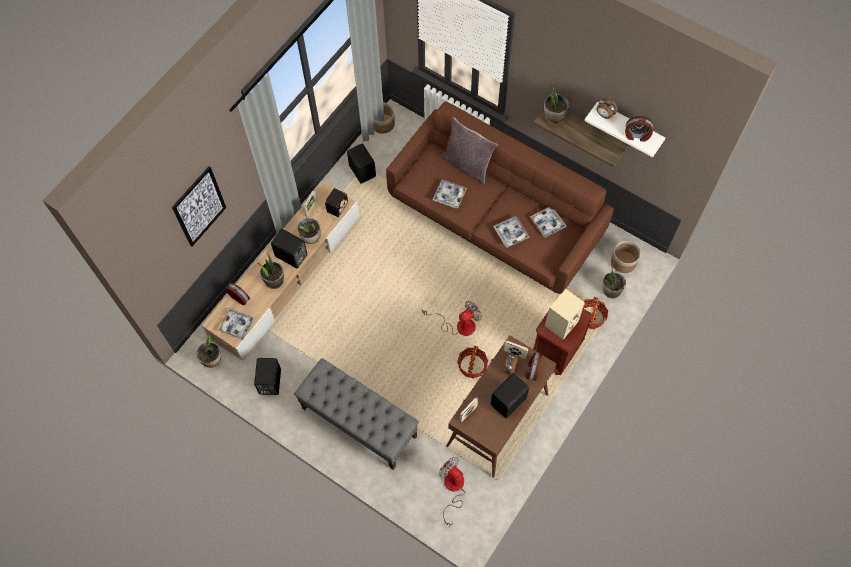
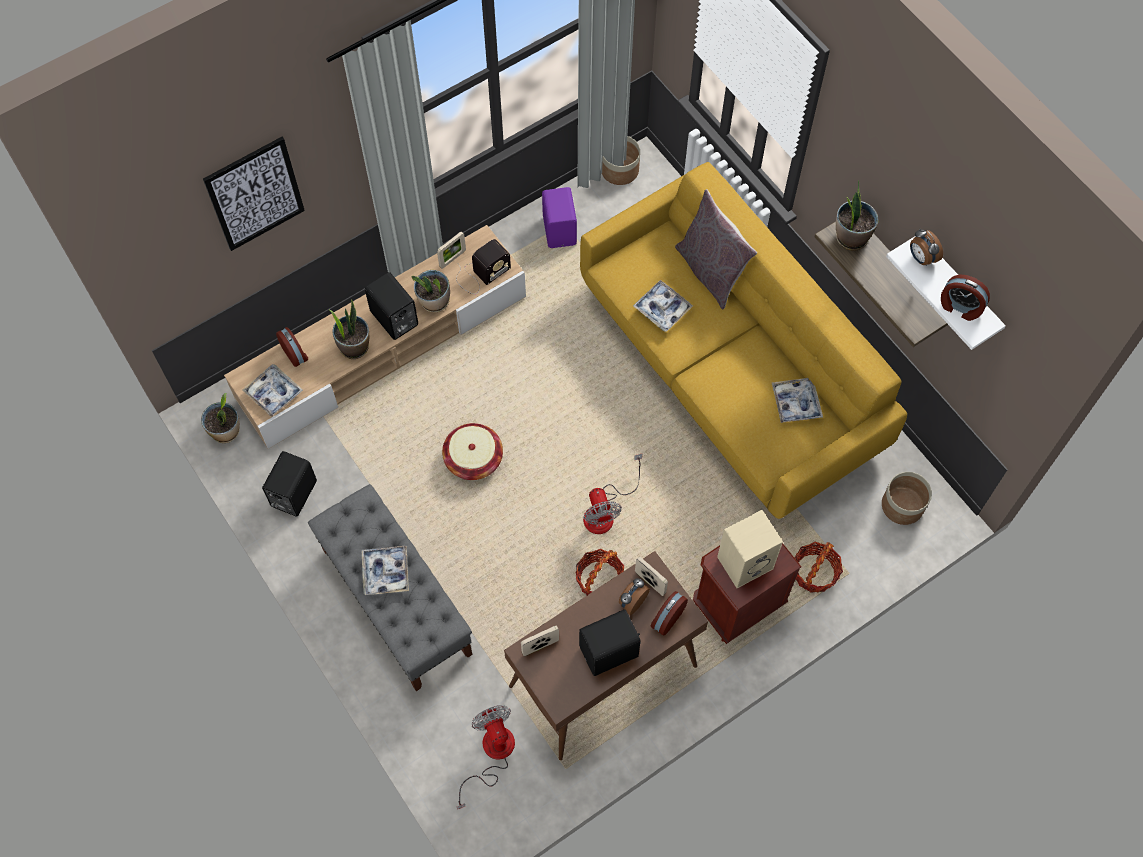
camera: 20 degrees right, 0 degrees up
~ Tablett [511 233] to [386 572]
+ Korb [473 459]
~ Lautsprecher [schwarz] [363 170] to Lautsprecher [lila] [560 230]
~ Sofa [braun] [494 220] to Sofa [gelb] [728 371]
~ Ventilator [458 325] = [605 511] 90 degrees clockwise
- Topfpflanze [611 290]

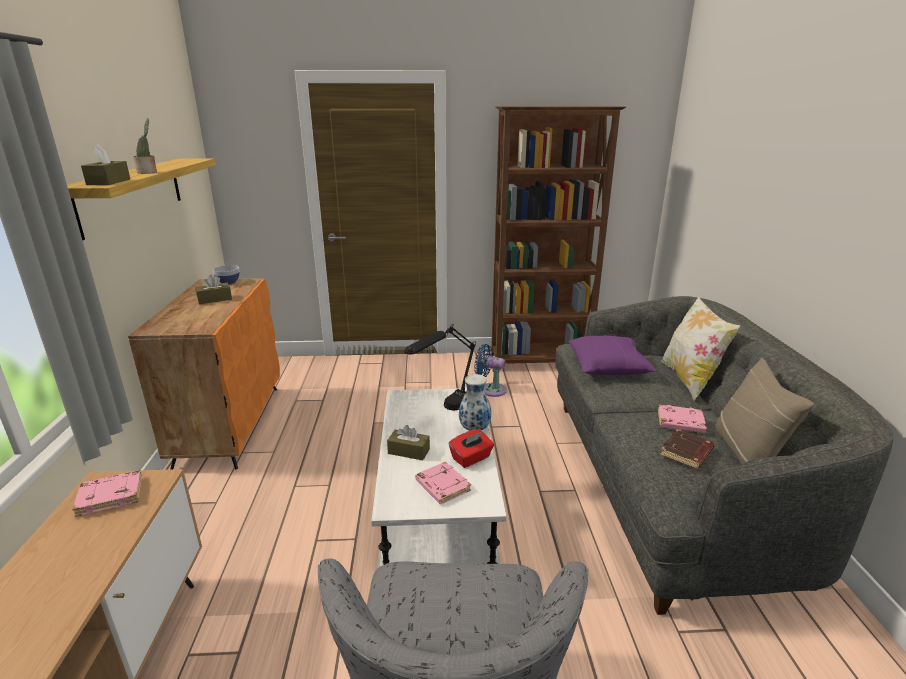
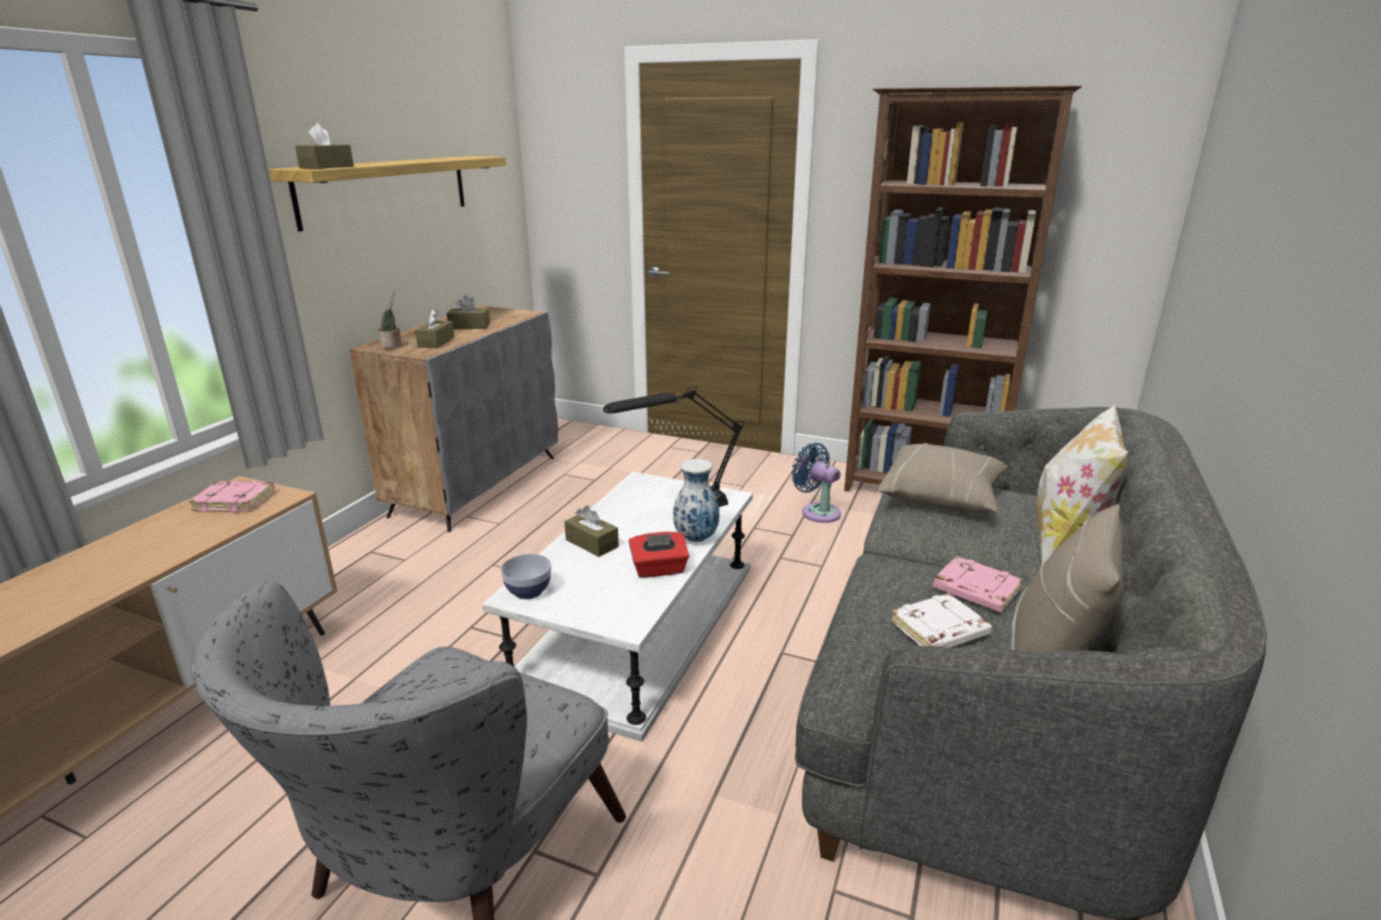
camera: 25 degrees right, 0 degrees up
~ Schrank [orange] [230 424] to Schrank [grau] [477 485]
~ Topfpflanze [148 172] to [392 346]
+ Taschentuchbox [braun] [436 342]
~ Schüssel [228 282] to [528 591]
~ Kissen [lila] [608 367] to Kissen [beige] [941 496]
~ Buch [braun] [687 453] to Buch [weiß] [939 630]
- Buch [rosa] [441 486]

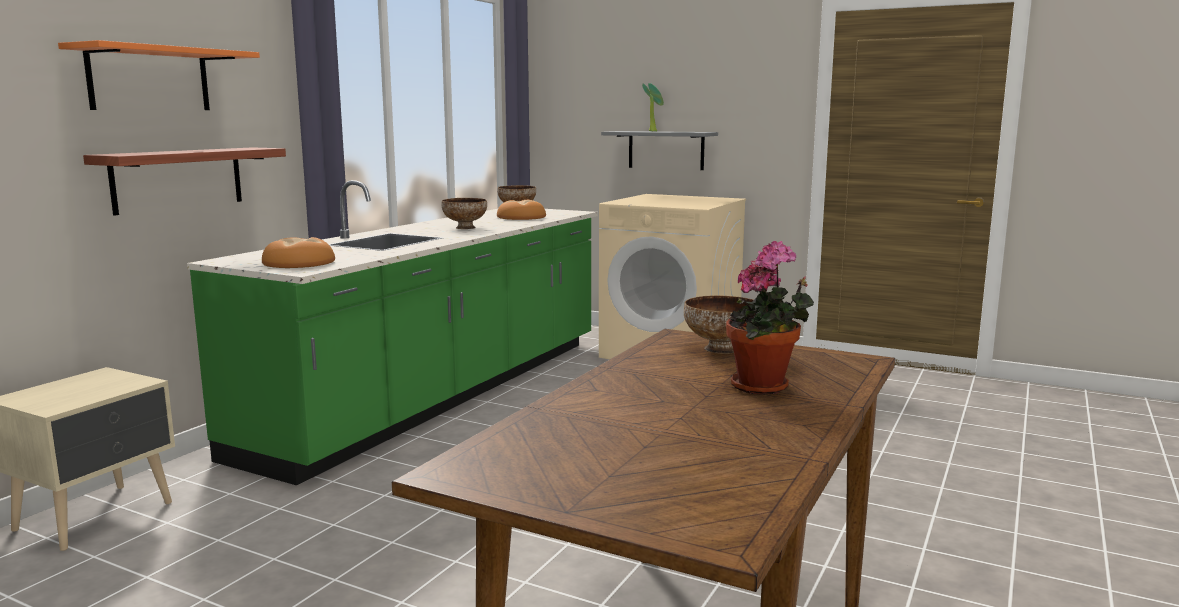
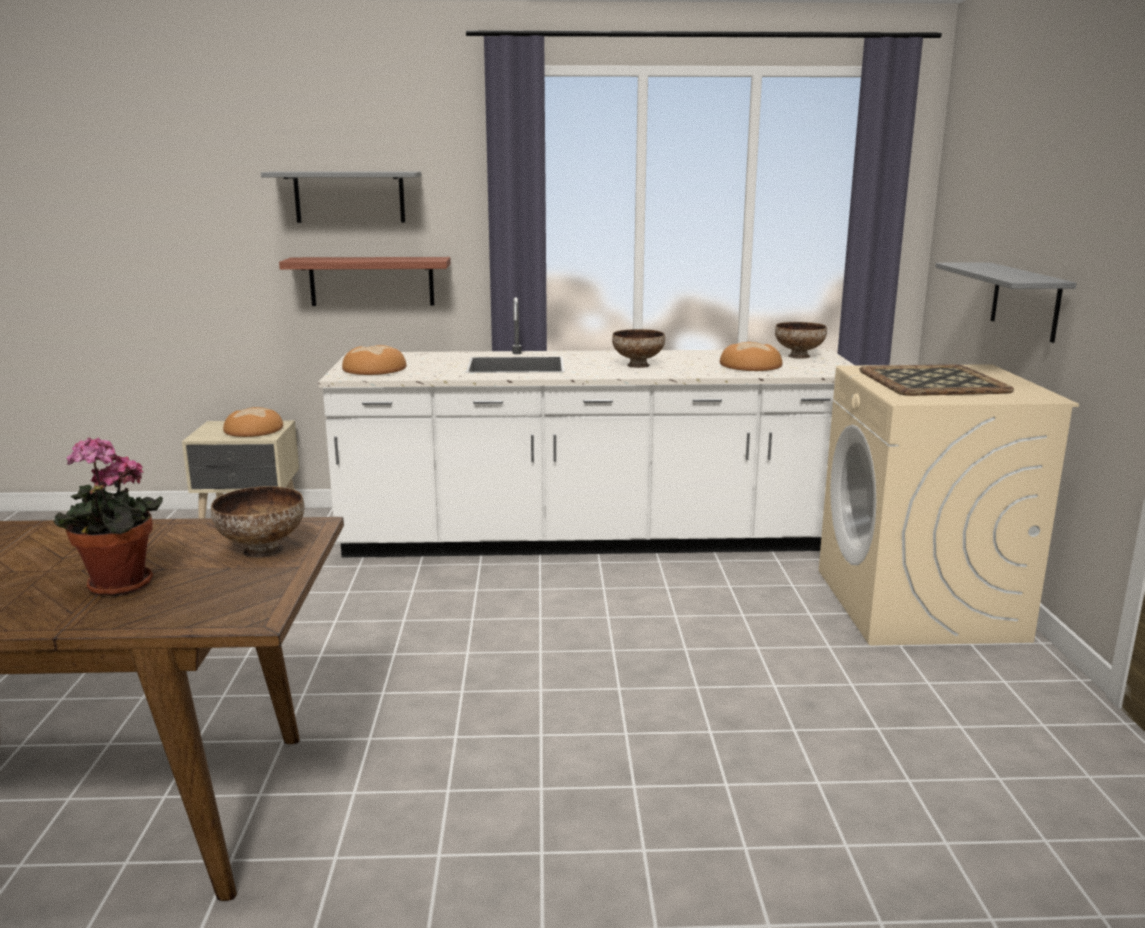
camera: 60 degrees right, 5 degrees up
+ Brot [253 430]
~ Wandregal [orange] [149 79] to Wandregal [grau] [349 197]
~ Küchenzeile [grün] [440 393] to Küchenzeile [weiß] [593 538]
+ Tablett [934 382]
- Topfpflanze [653 131]

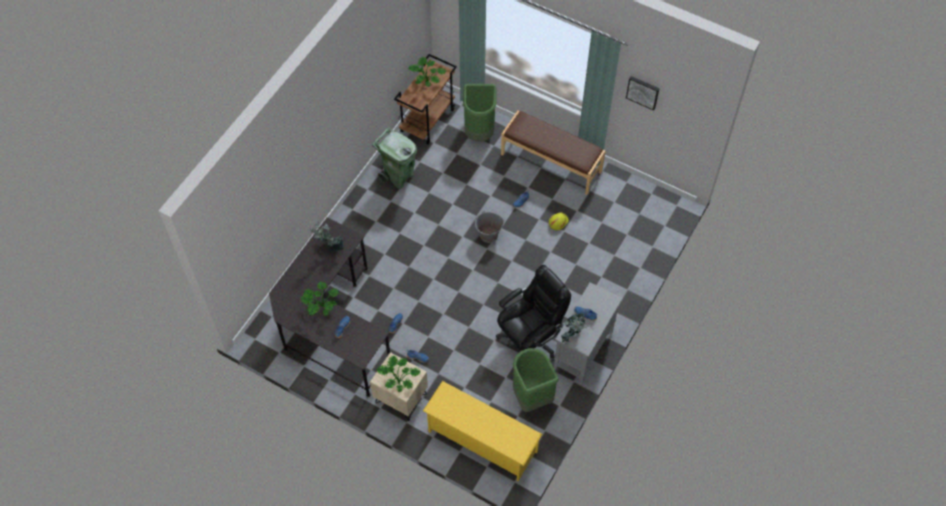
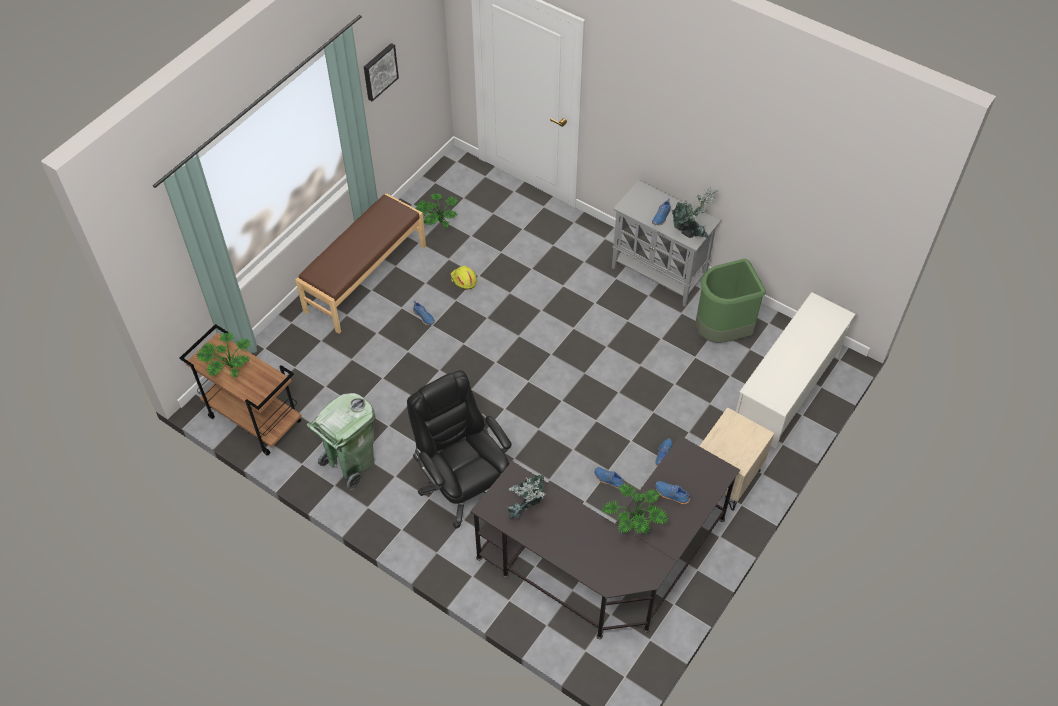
camera: 85 degrees left, 5 degrees down
~ Bürostuhl [schwarz] [530 338] to [463 485]
~ Topfpflanze [399 380] to [437 222]
~ Schuhregal [gelb] [481 441] to Schuhregal [weiß] [787 390]
- Mülleimer [grün] [479 132]
- Eimer [grau] [488 235]

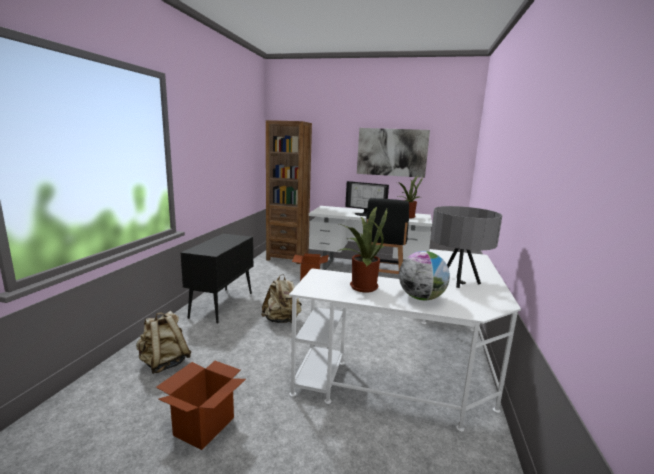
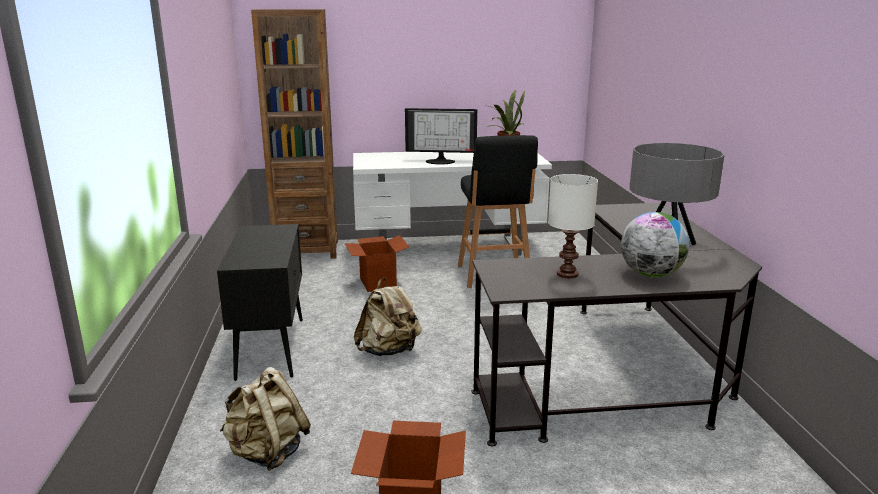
camera: 20 degrees left, 5 degrees up
~ Schreibtisch [weiß] [417 371] to Schreibtisch [schwarz] [620 376]
~ Topfpflanze [361 286] to Tischlampe [weiß] [567 274]
- Bild [392 152]

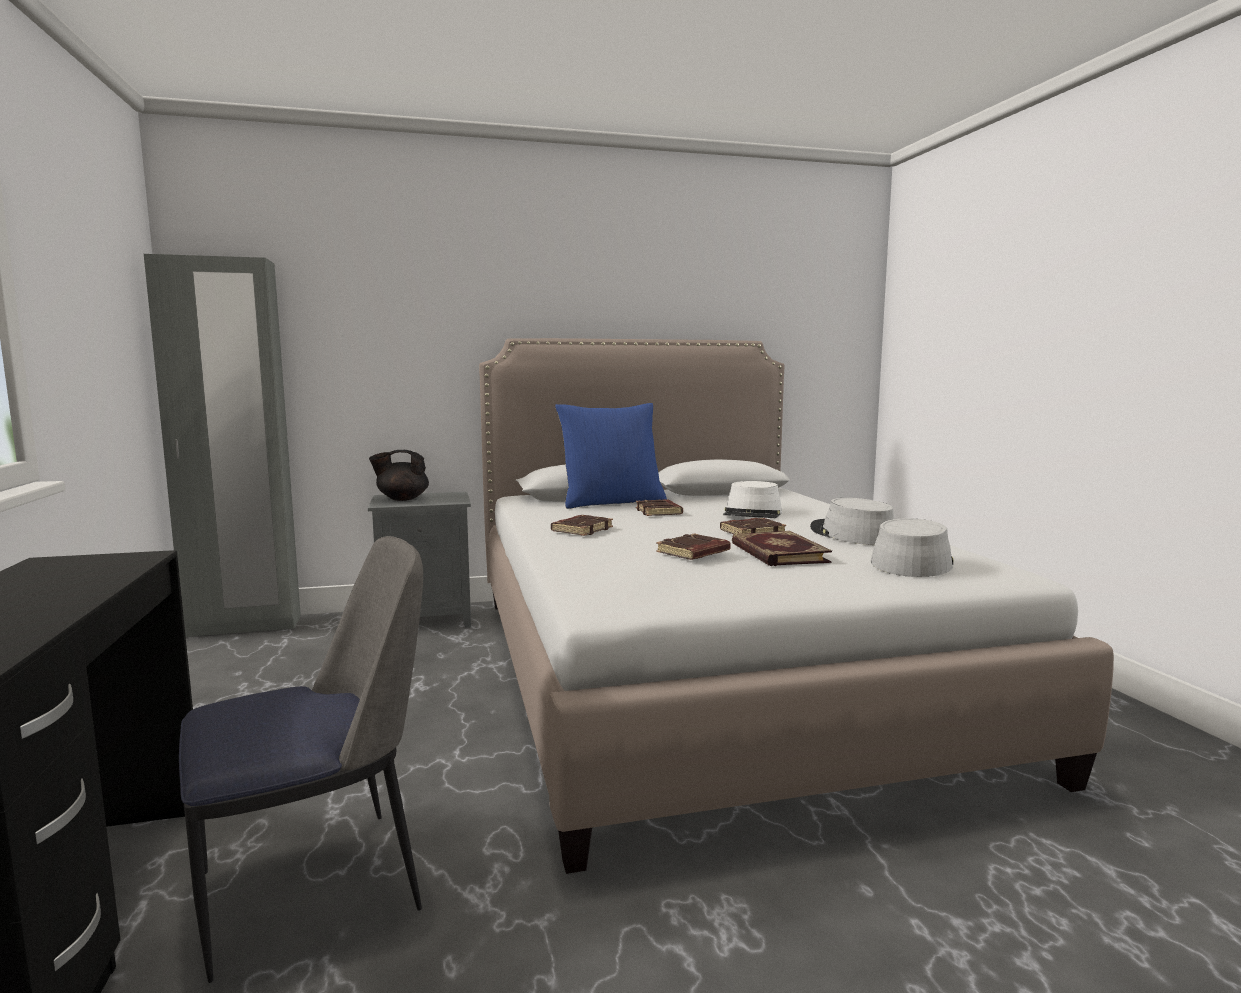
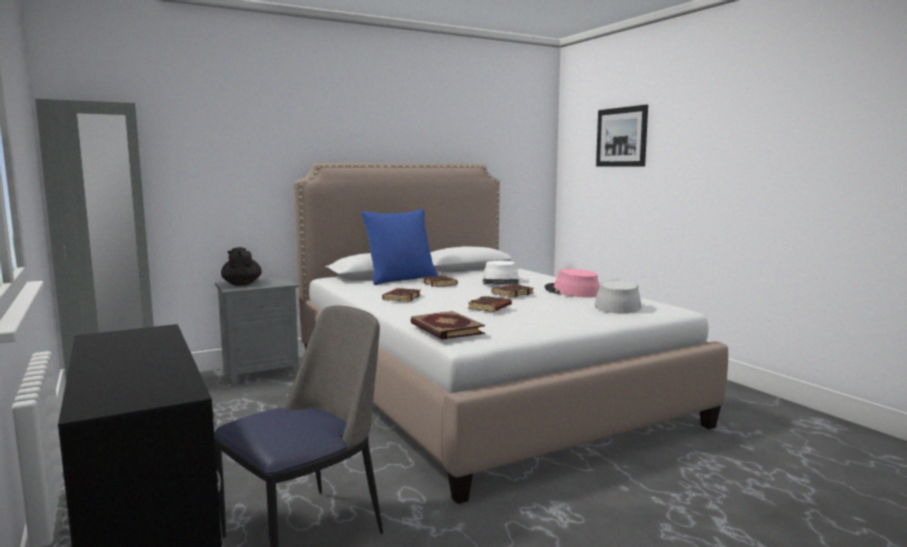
camera: 15 degrees left, 0 degrees up
~ Teekanne [schwarz] [402 499] = [241 284] 90 degrees clockwise
~ Buch [777 553] to [445 329]
~ Hut [grau] [852 534] to Hut [rosa] [571 292]
+ Bild [621 137]

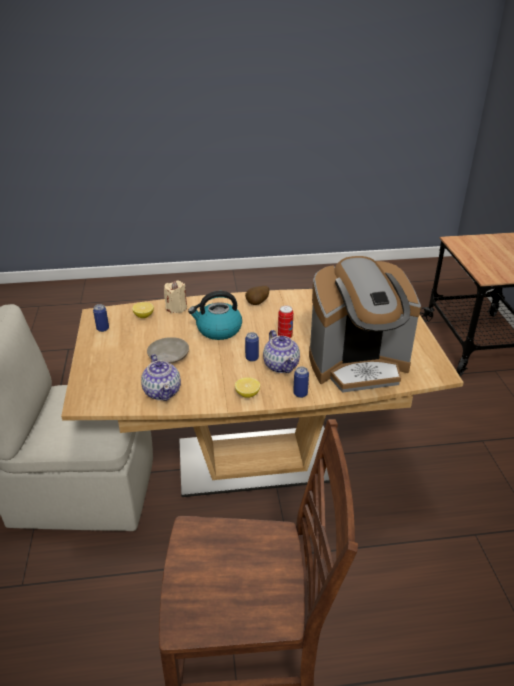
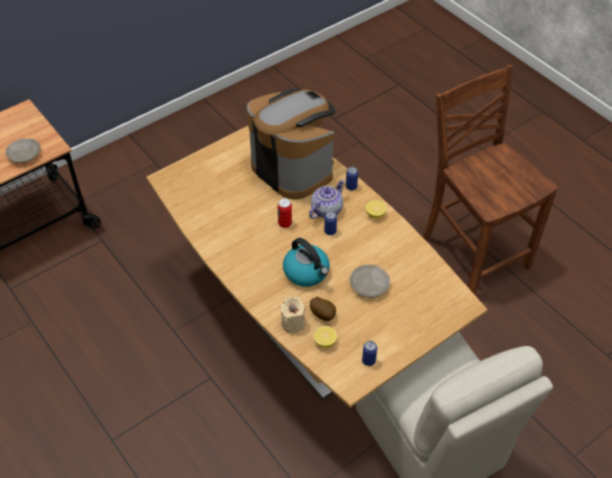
camera: 120 degrees left, 15 degrees up
+ Teller [beige] [25 154]
~ Kartoffel [257 303] to [323 314]
- Teekanne [162 391]

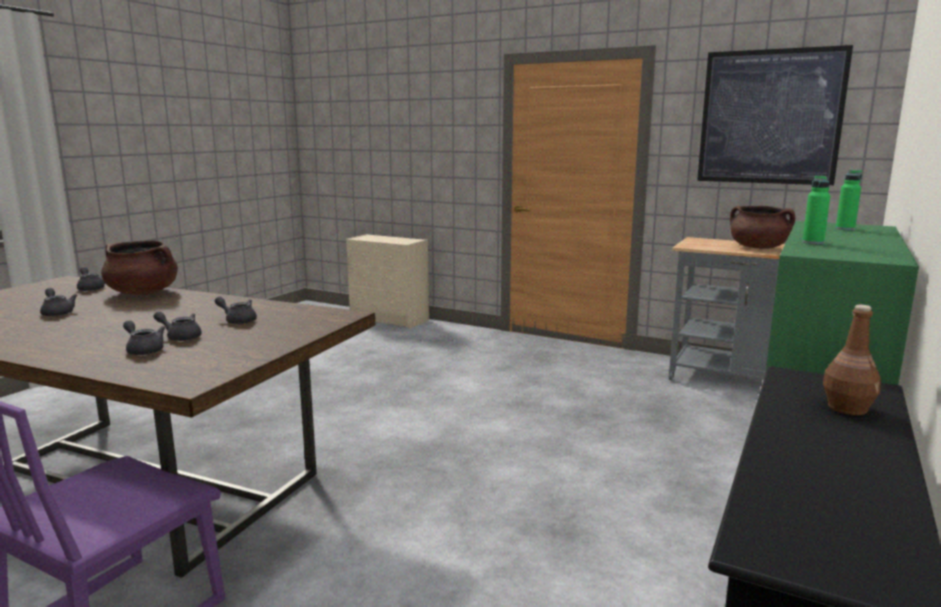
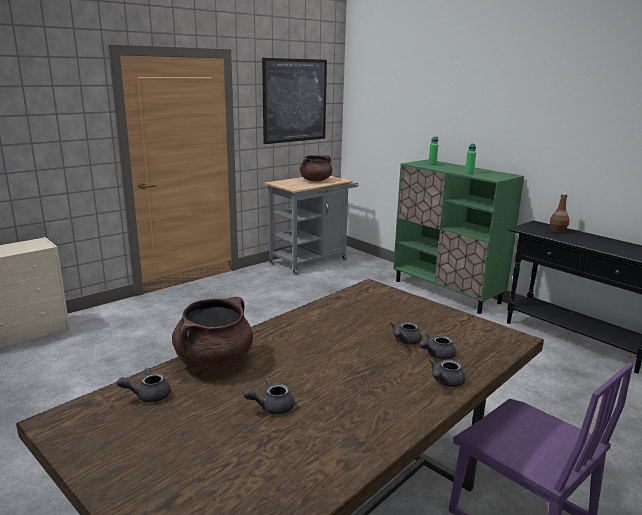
camera: 70 degrees left, 5 degrees up
~ Teekanne [grau] [238 320] to [445 382]

